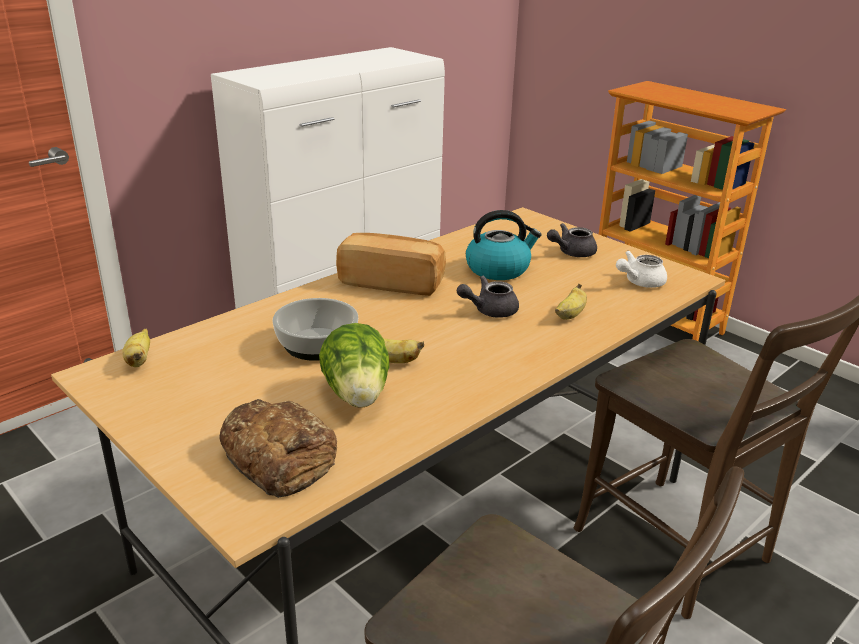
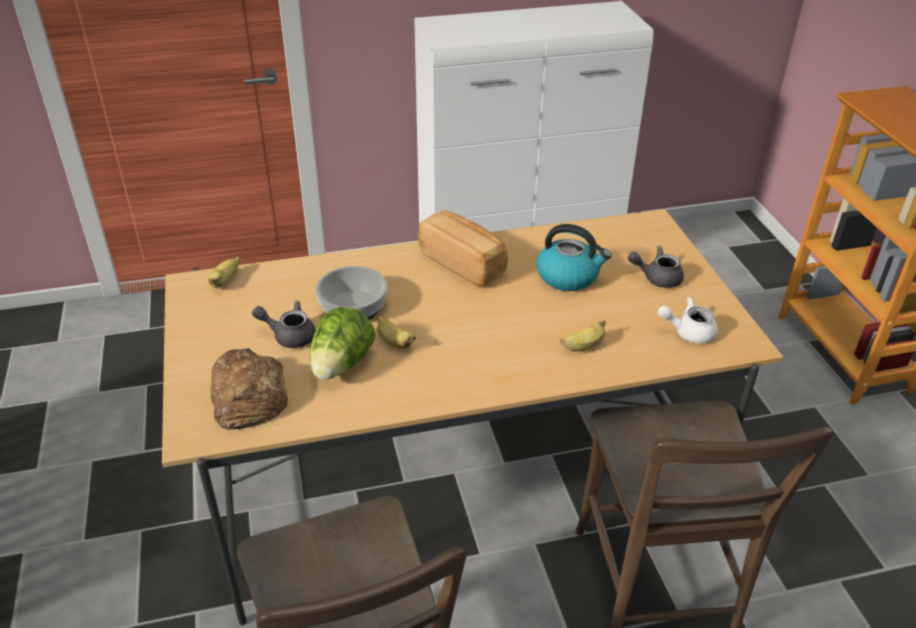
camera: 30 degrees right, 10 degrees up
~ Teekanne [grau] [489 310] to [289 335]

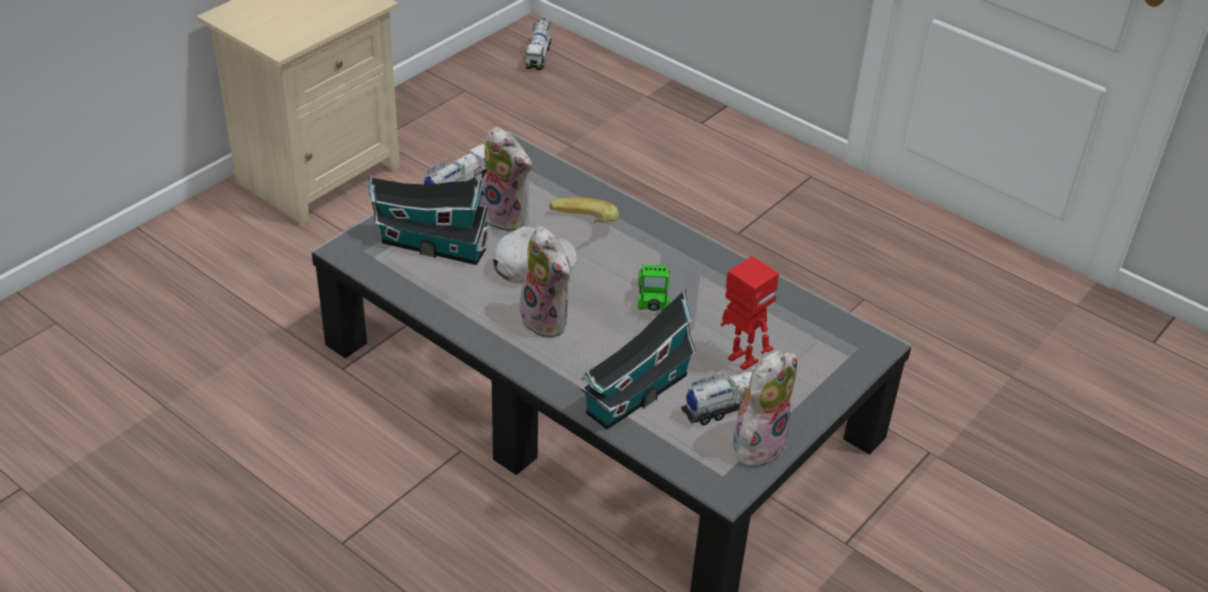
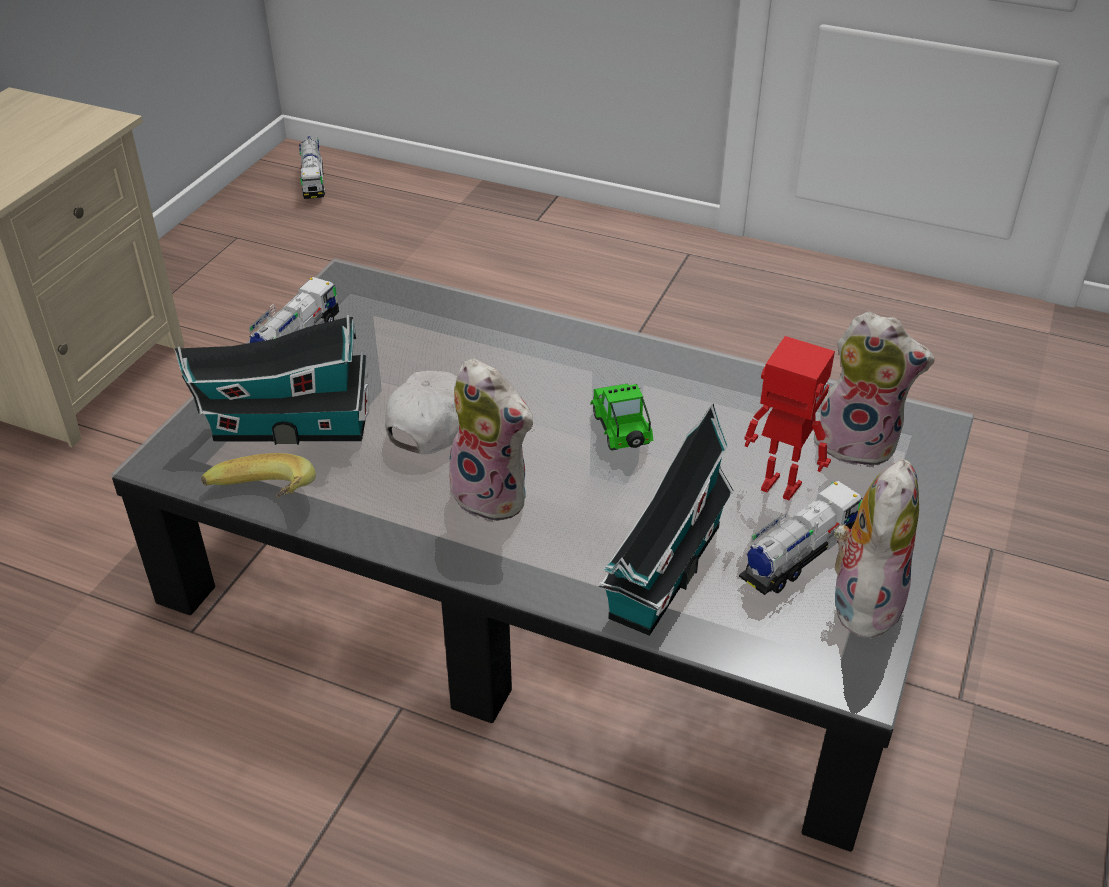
camera: 15 degrees left, 0 degrees up
~ Banane [582 228] to [262 504]
~ Plüschtier [507 216] to [858 443]

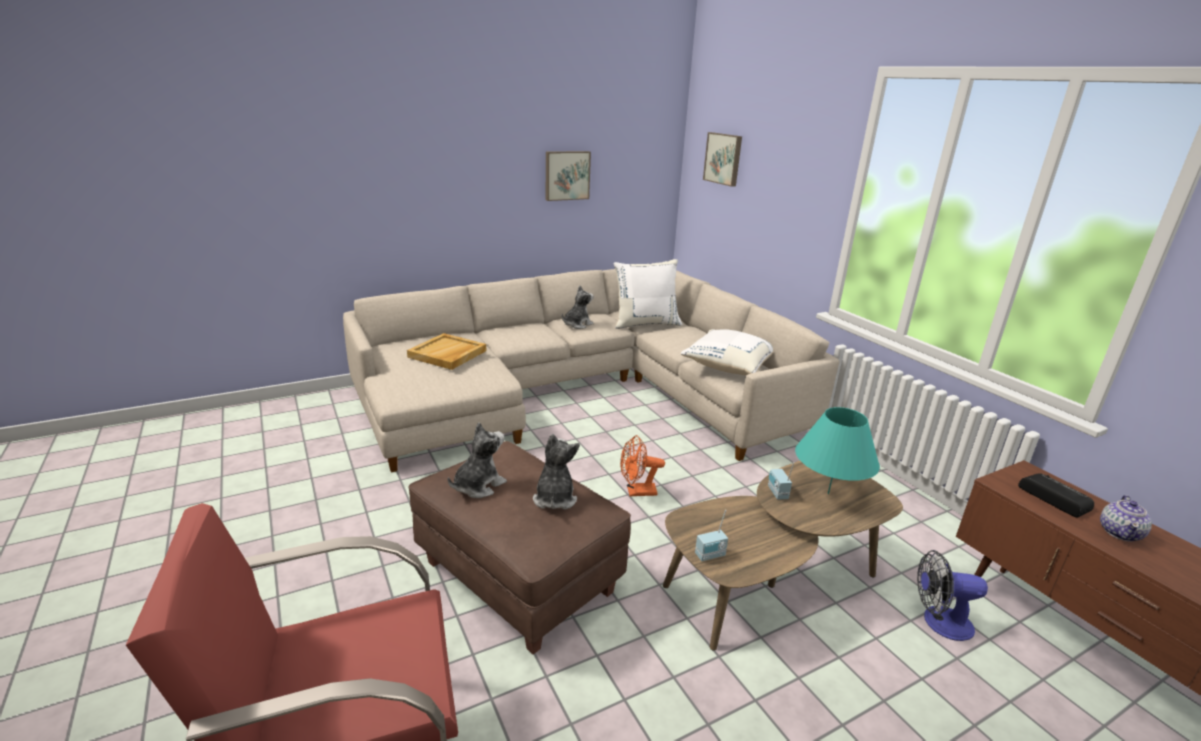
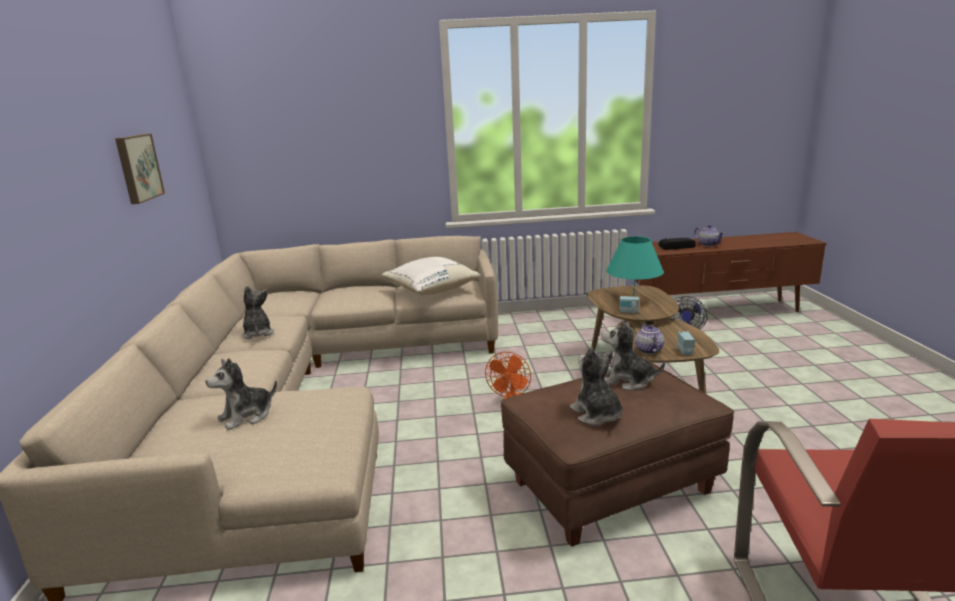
camera: 65 degrees left, 5 degrees down
~ Tablett [beige] [447 354] to Plüschtier [247 416]
+ Teekanne [648 350]
- Kissen [weiß] [645 323]
- Bild [723 158]

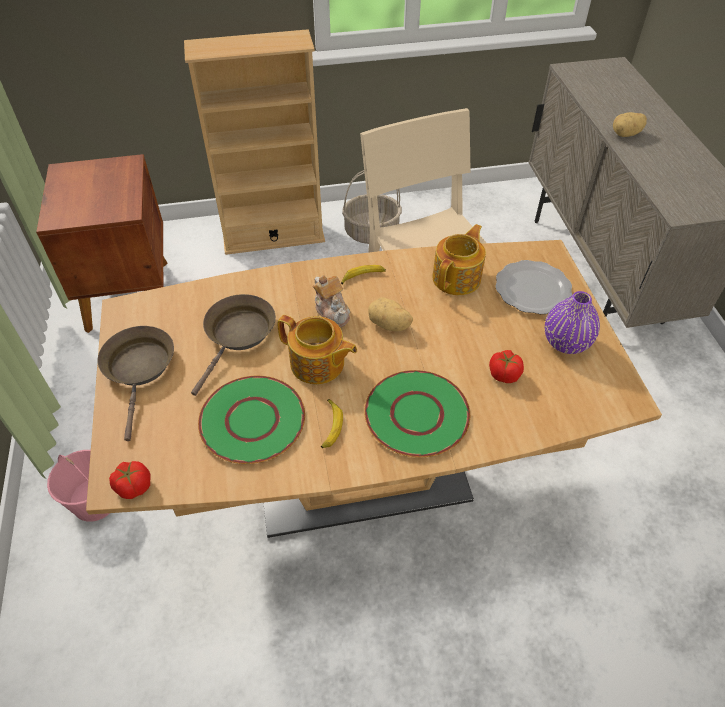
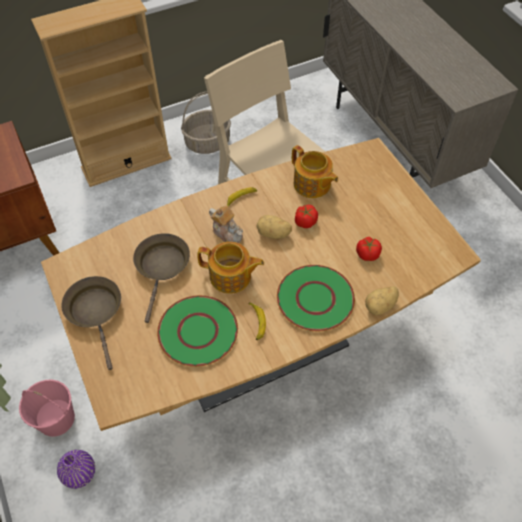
camera: 15 degrees left, 5 degrees up
~ Vase [lila] [566 342] to [80 474]
~ Teekanne [457 278] = [312 185] 120 degrees clockwise
~ Tomate [134 486] to [305 222]
~ Kartoffel [626 134] to [380 306]
- Teller [533 288]

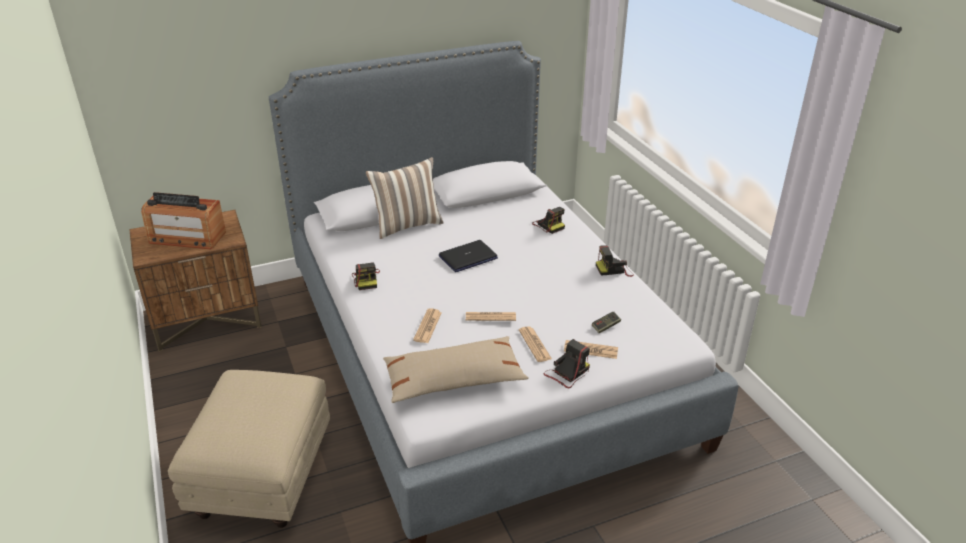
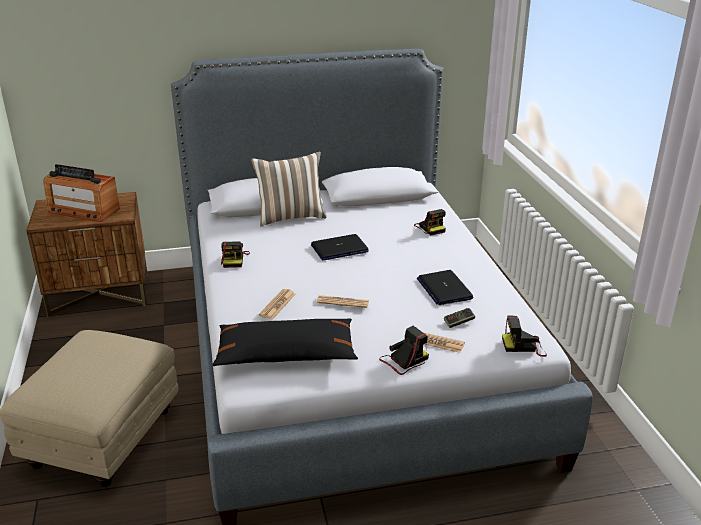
camera: 10 degrees right, 5 degrees down
~ Kissen [beige] [454 380] to Kissen [schwarz] [286 354]
+ Laptop [444 288]
~ Kamera [614 270] to [524 346]
- Zeitung [535 344]

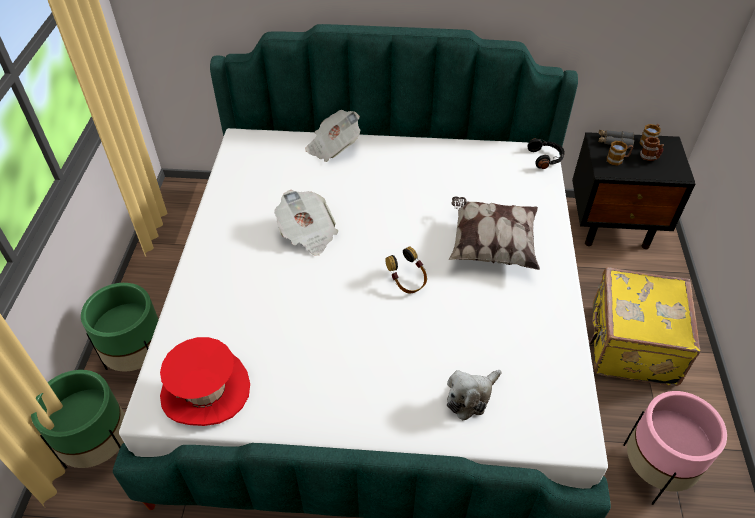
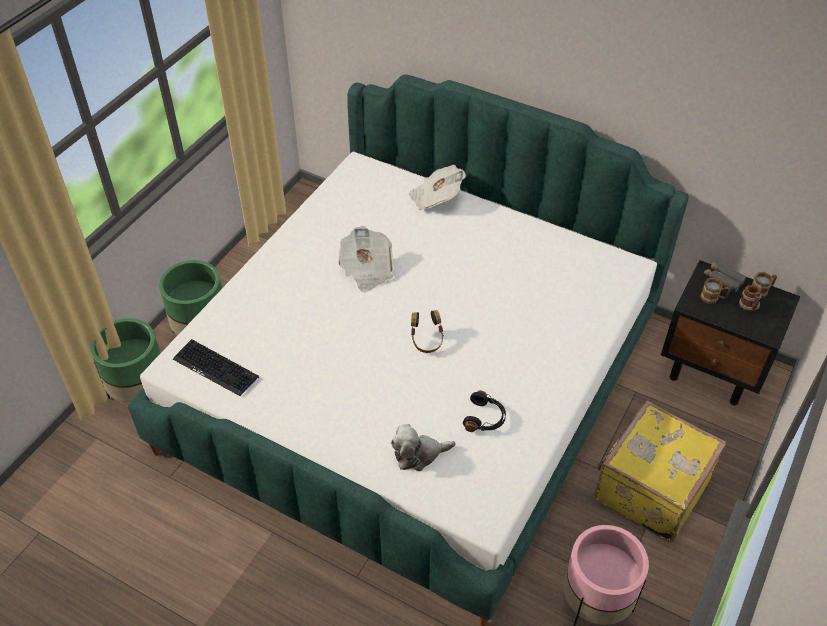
camera: 25 degrees right, 0 degrees up
~ Hut [rot] [205 390] to Tastatur [216 368]
~ Kopfhörer [schwarz] [545 158] to [485 418]
- Kissen [491 245]

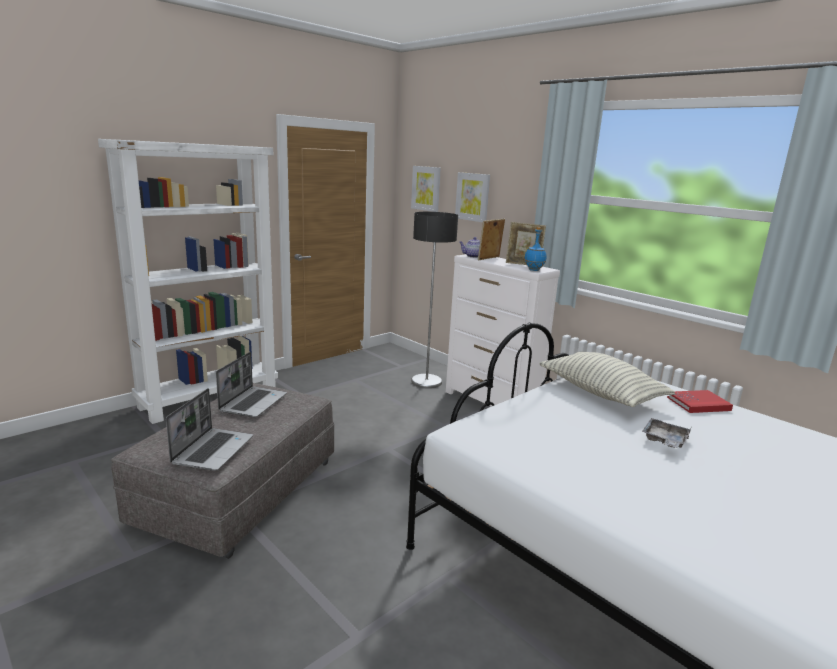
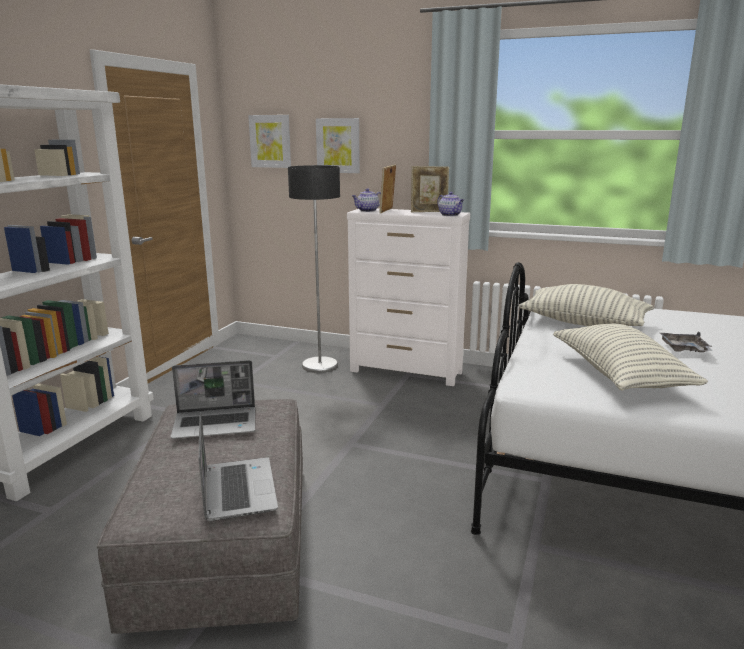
camera: 25 degrees left, 0 degrees up
~ Laptop [253 402] = [216 424] 90 degrees clockwise
~ Flasche [blau] [534 270] to Teekanne [450 215]
+ Kissen [619 376]
- Buch [rot] [698 404]

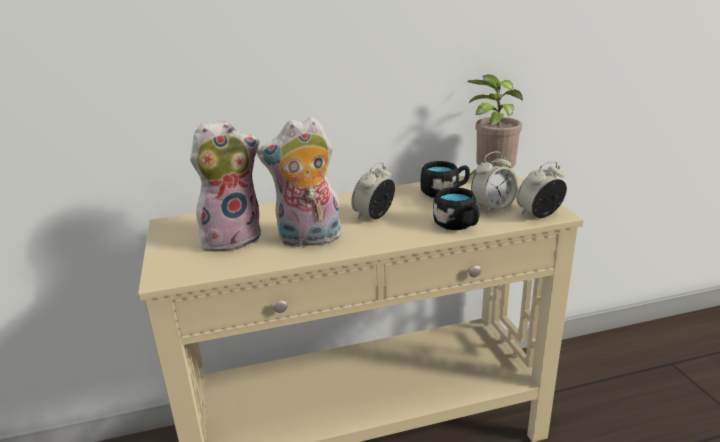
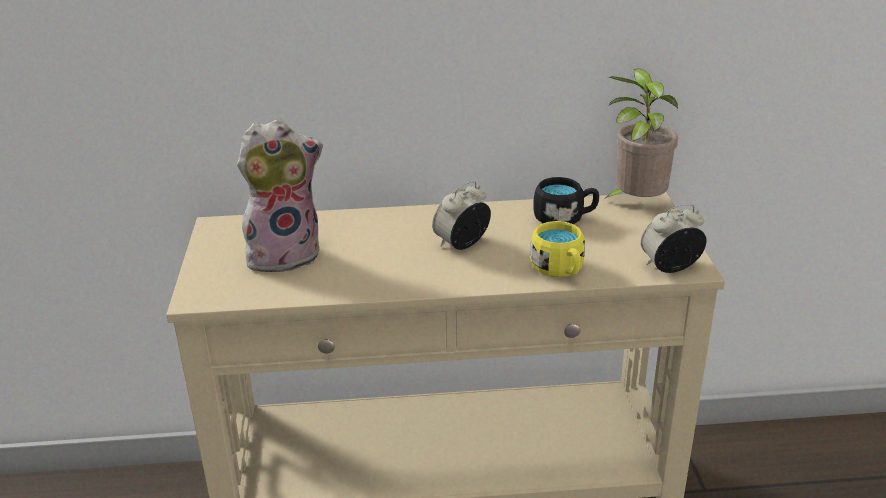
camera: 10 degrees right, 5 degrees up
~ Henkelbecher [schwarz] [458 225] to Henkelbecher [gelb] [560 270]
- Plüschtier [308 240]
- Wecker [493 207]

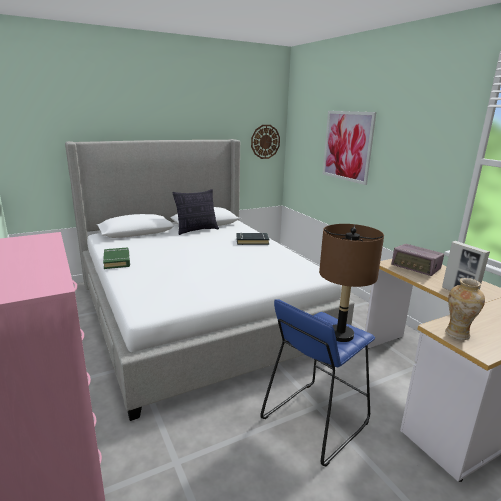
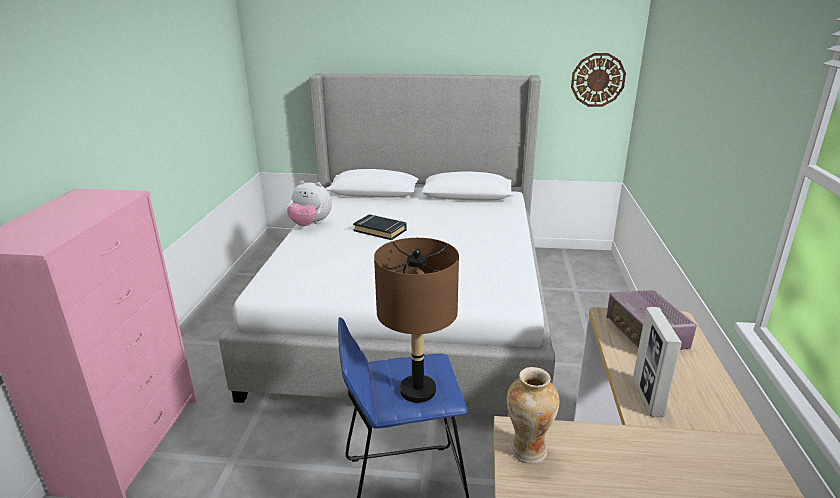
camera: 35 degrees right, 5 degrees up
~ Buch [grün] [117 261] to Plüschtier [310 225]
~ Buch [schwarz] [252 241] to [380 230]
- Kissen [196 230]
- Bild [347 146]

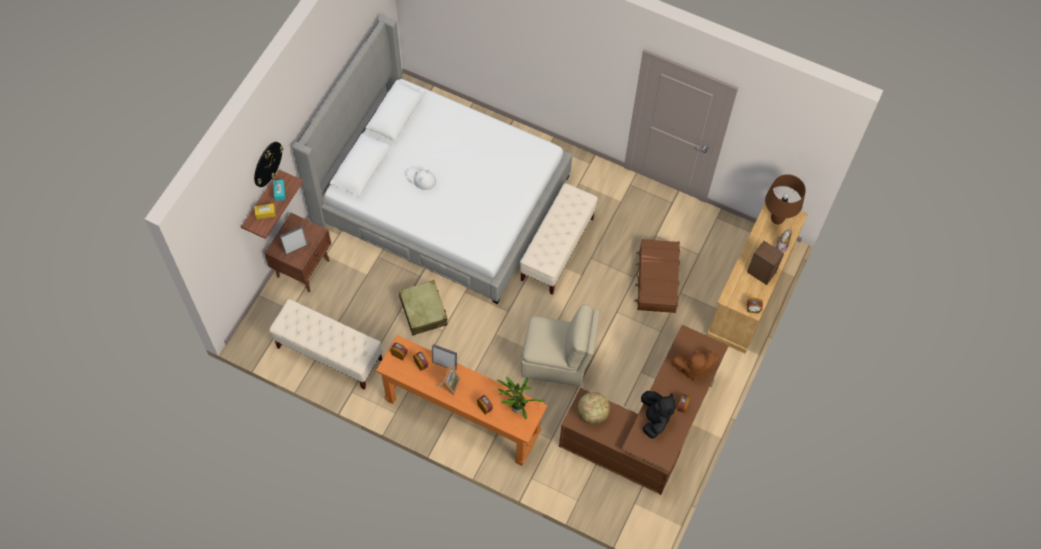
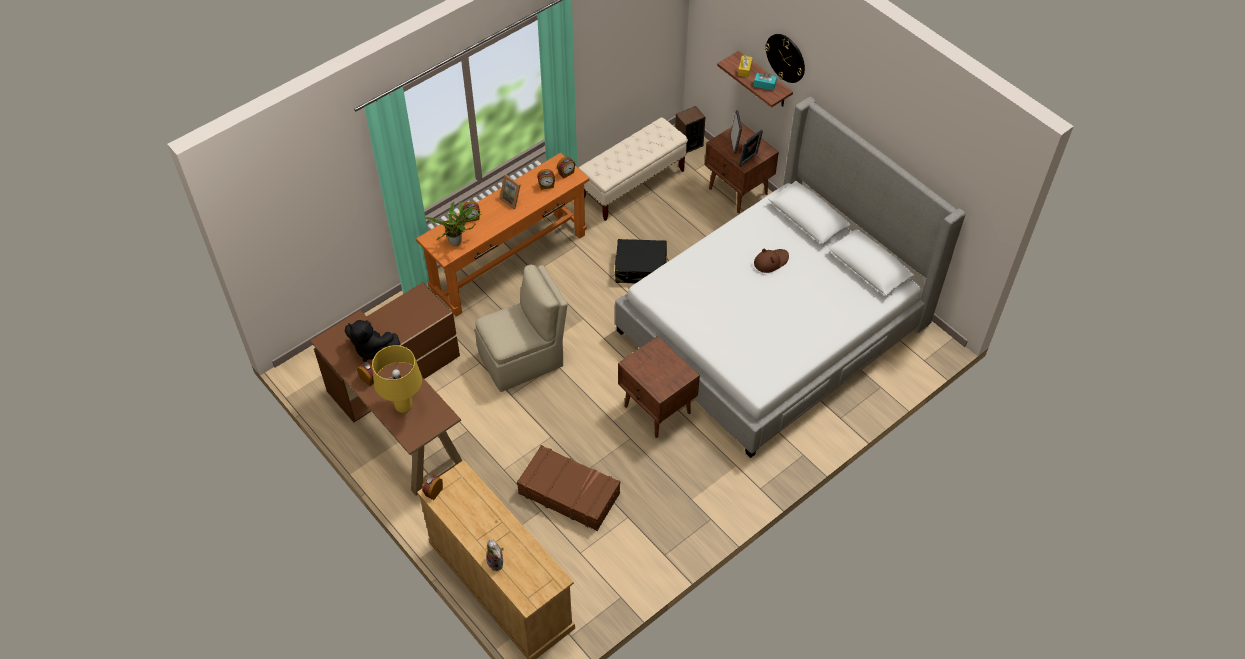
camera: 115 degrees right, 10 degrees down
~ Plüschtier [braun] [692 368] to Tischlampe [gelb] [404 407]
~ Stuhl [beige] [556 361] = [523 359] 150 degrees counterclockwise
~ Koffer [beige] [423 311] to Koffer [schwarz] [641 268]
~ Bank [beige] [557 249] to Nachttisch [braun] [657 410]
~ Lautsprecher [761 272] to [688 144]
~ Bilderrahmen [445 364] to [749 160]
~ Hut [weiß] [421 179] to Hut [braun] [771 261]
- Globus [592 414]
- Tischlampe [braun] [777 219]

